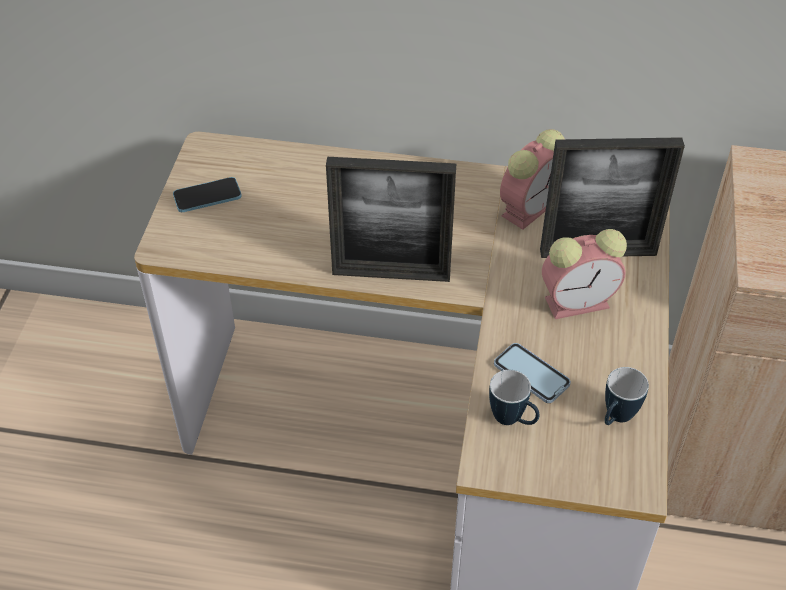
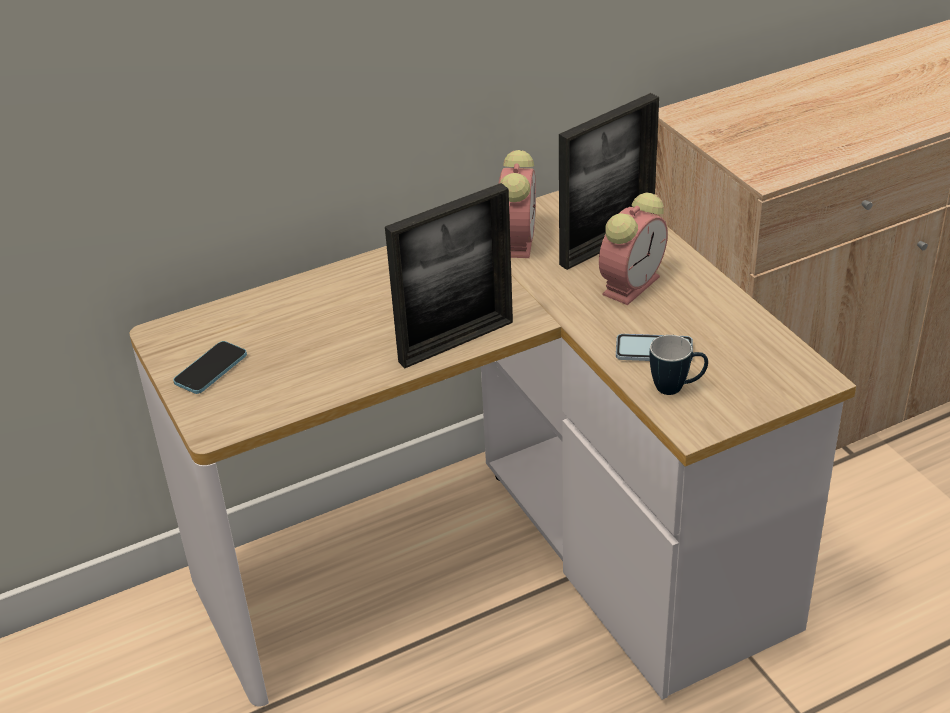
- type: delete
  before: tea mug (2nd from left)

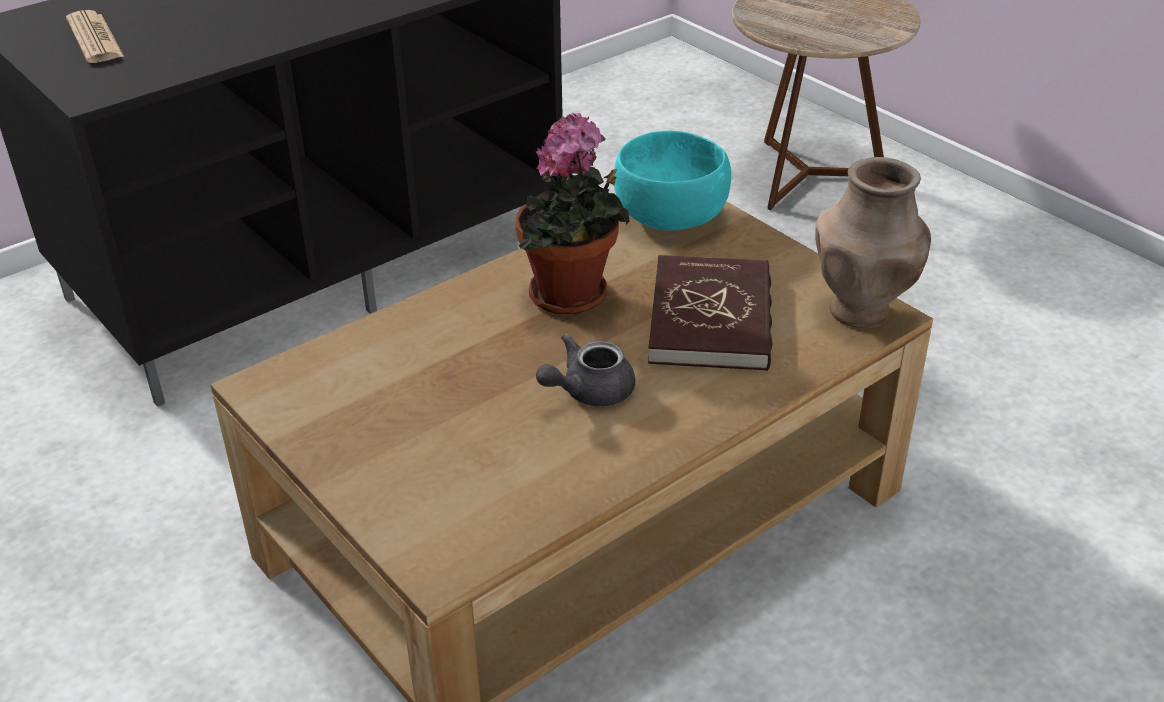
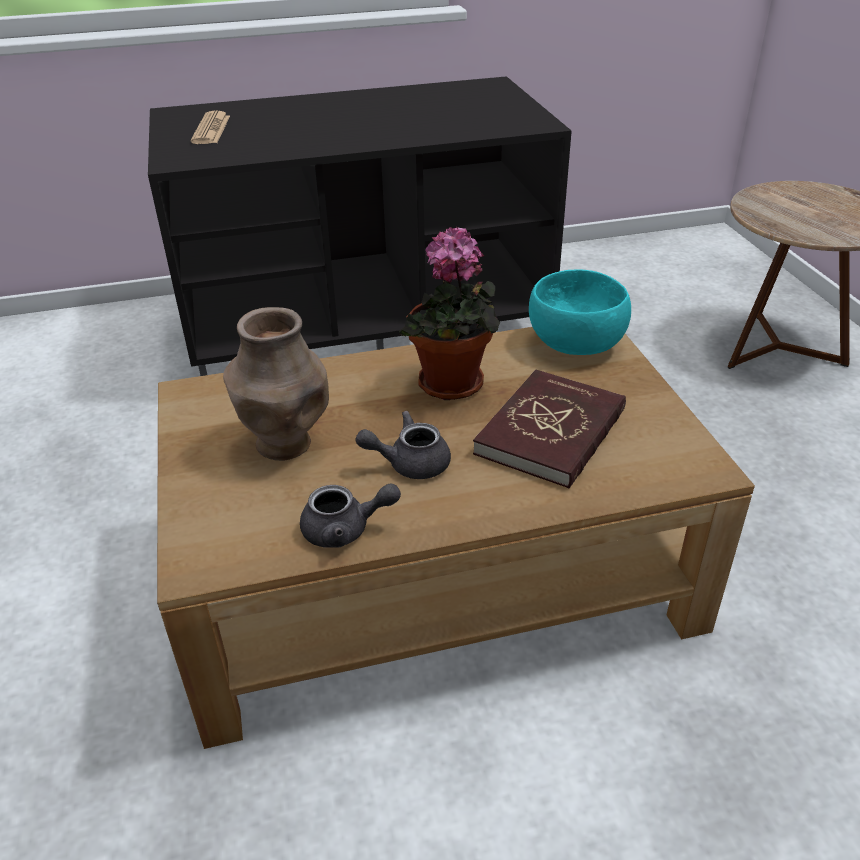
- type: move
  before: vase (brown)
- type: insert
  after: pot for tea (greyish) (1st from left)

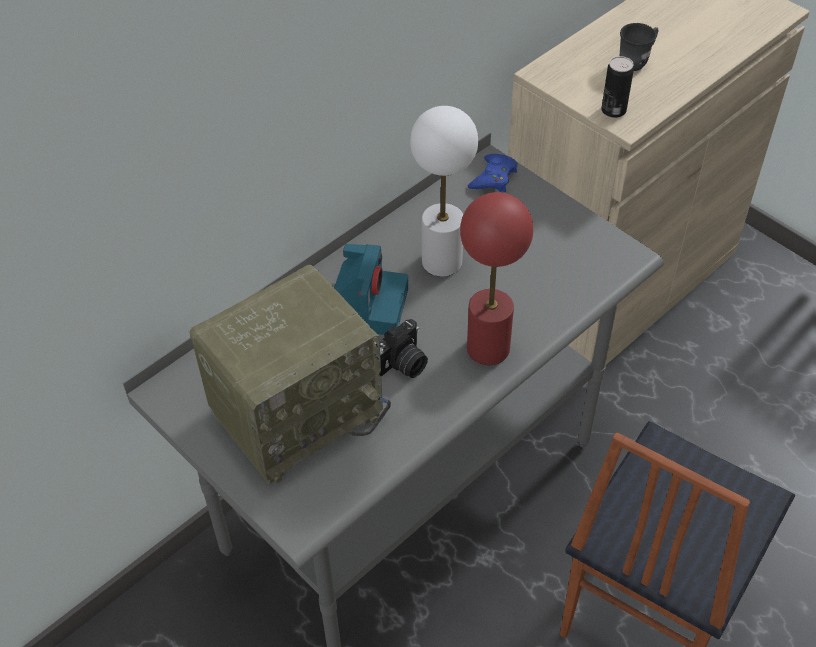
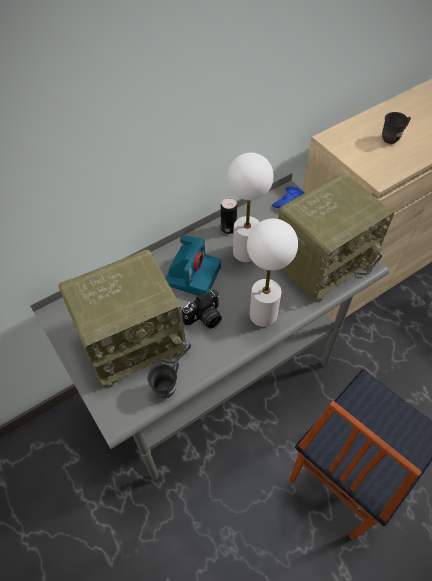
- type: move
  before: can
- type: recolor
  before: lamp for a table (red-coloured)
  after: lamp for a table (whitish) (2nd from left)
- type: insert
  after: radio set (2nd from left)
- type: insert
  after: tea mug (greyish) (1st from left)

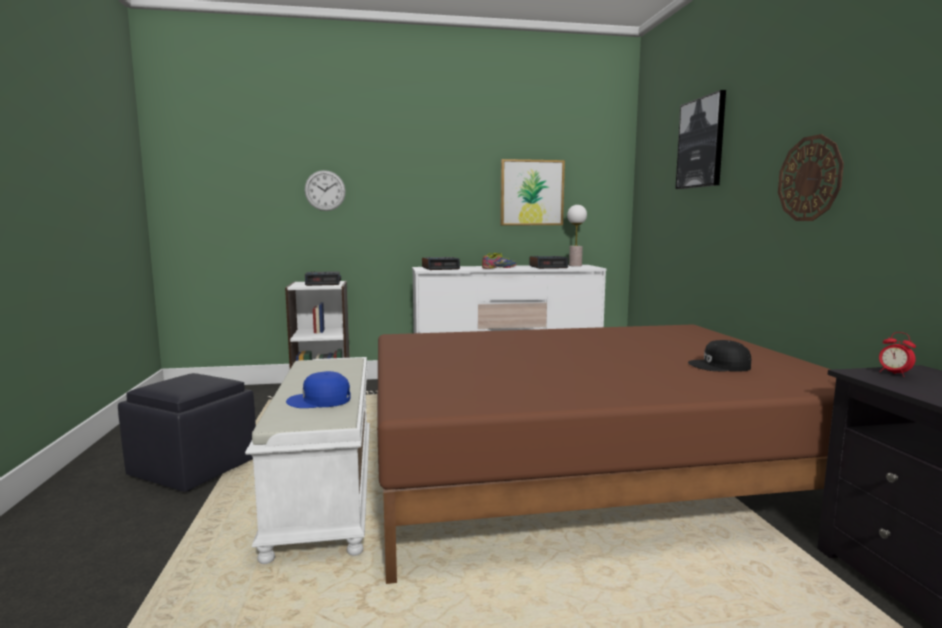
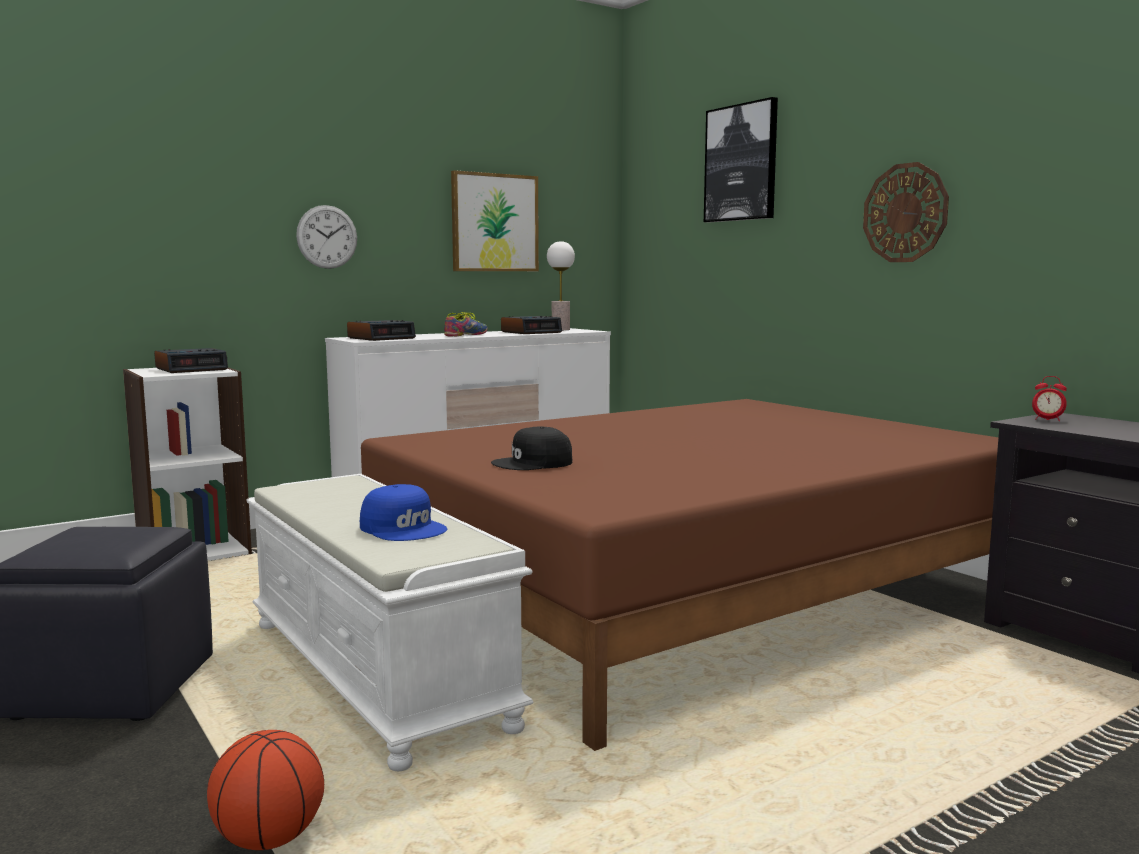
- type: move
  before: wall clock (1st from left)
- type: move
  before: peaked cap (black-coloured)
- type: rotate
  before: peaked cap (blue)
  turn: -105
- type: insert
  after: basketball

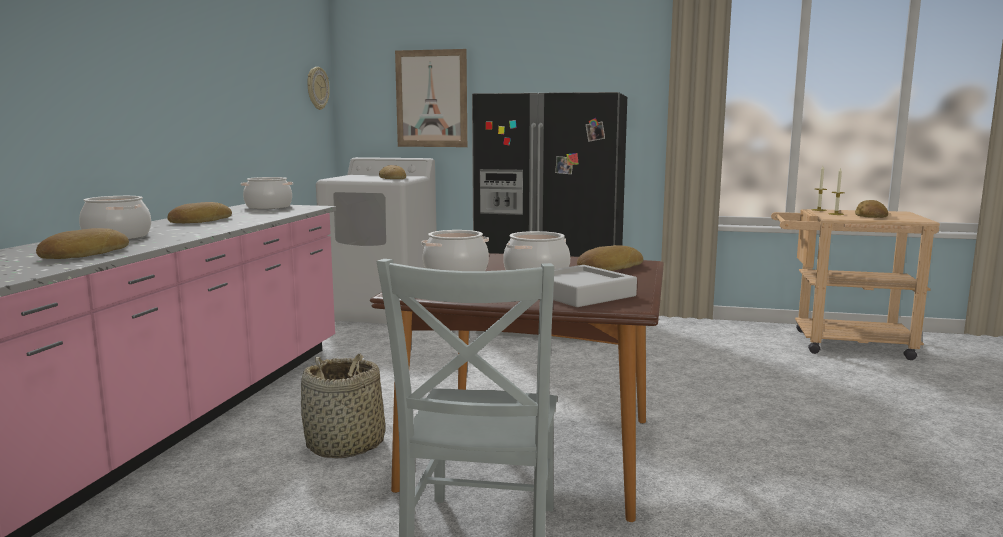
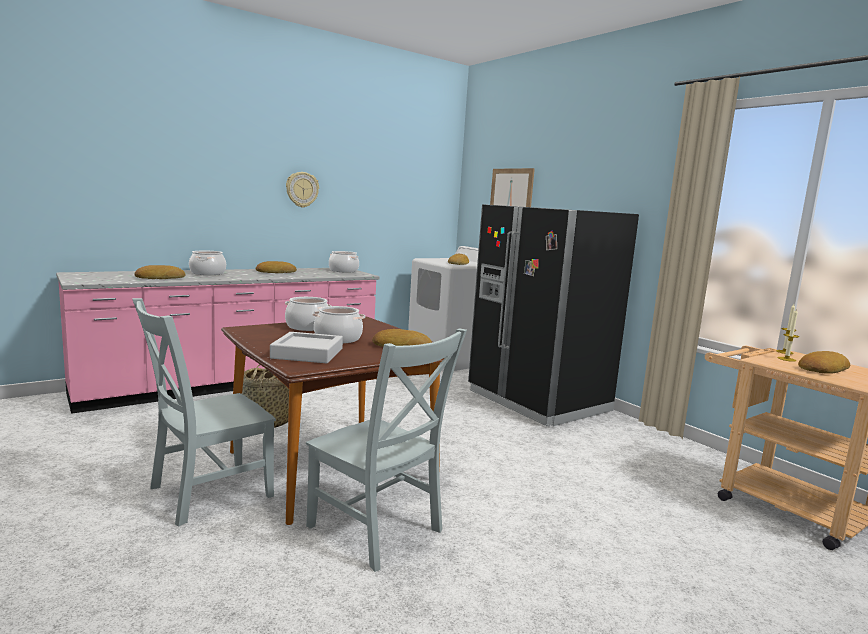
- type: move
  before: wall clock
- type: insert
  after: upright chair (greyish) (2nd from left)

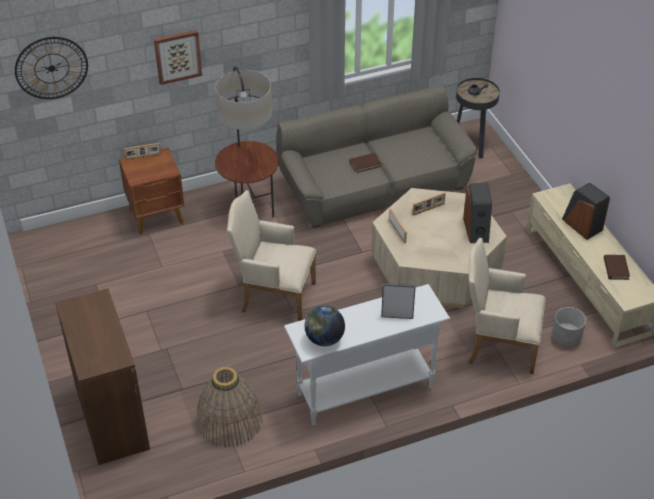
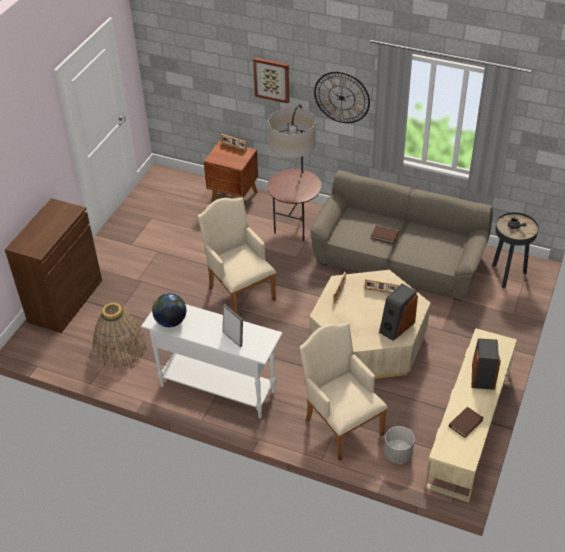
- type: move
  before: wall clock

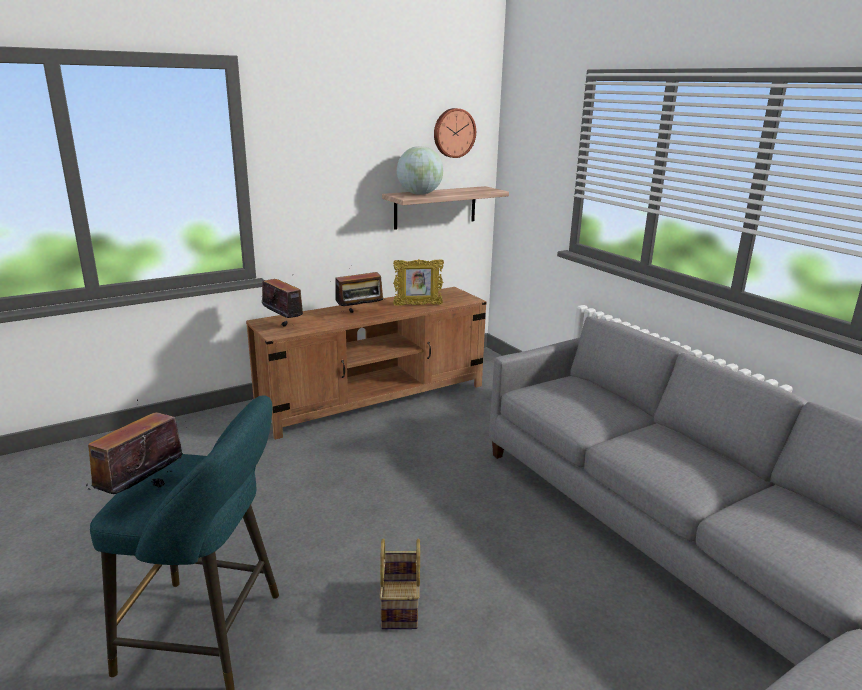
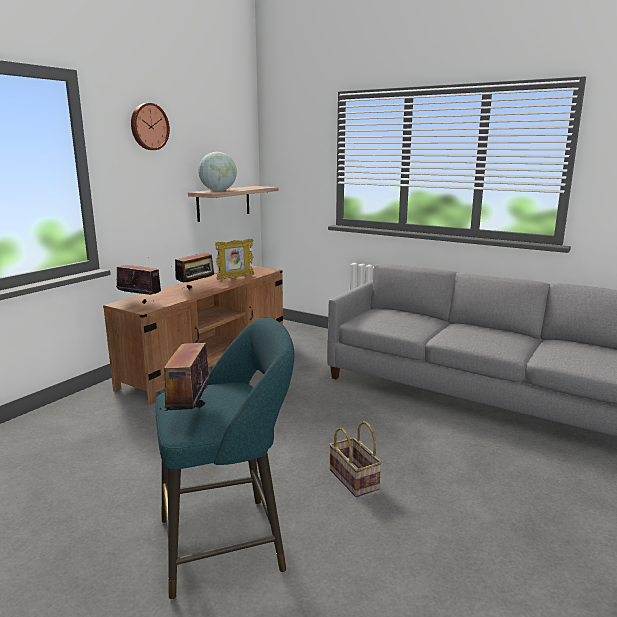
- type: move
  before: wall clock

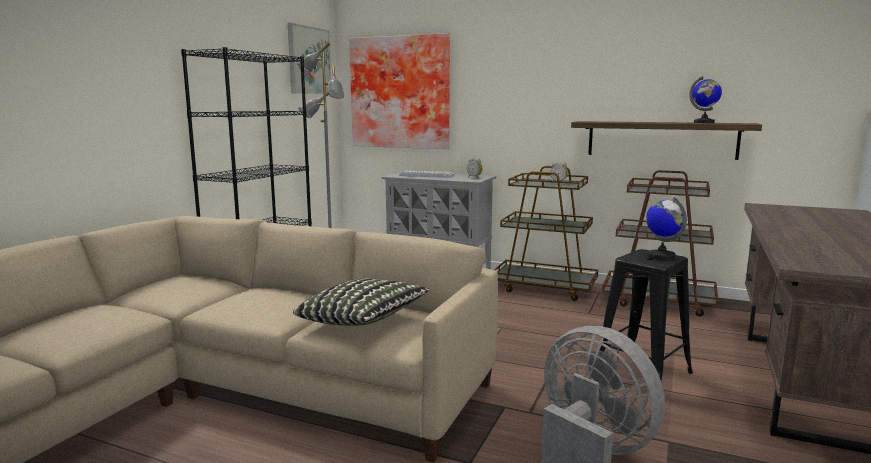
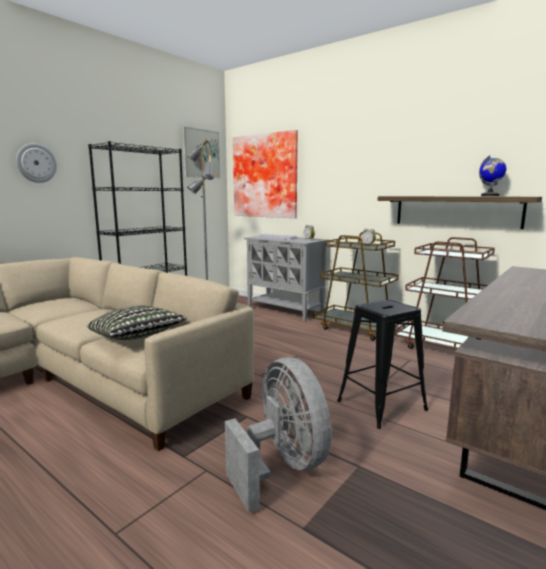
- type: delete
  before: globe (1st from left)
- type: insert
  after: wall clock

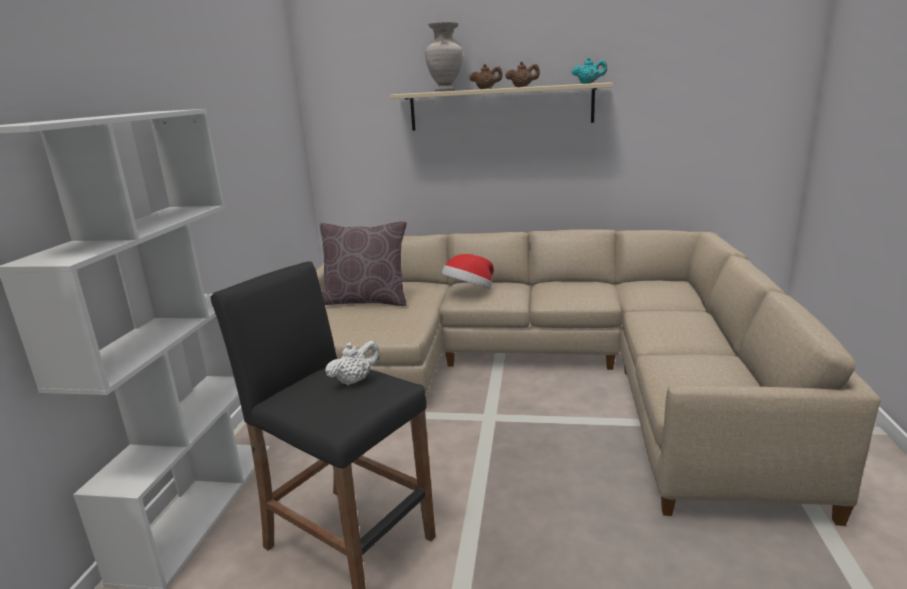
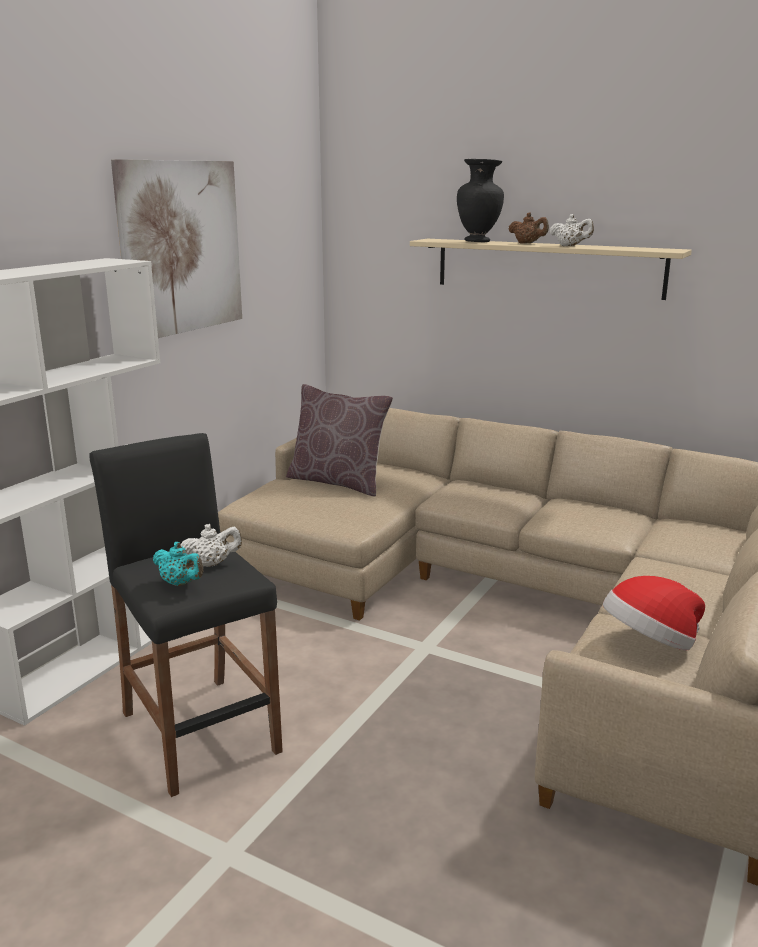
- type: recolor
  before: vase (sand-coloured)
  after: vase (black-coloured)
- type: move
  before: pot for tea (turquoise)
- type: recolor
  before: pot for tea (brown) (2nd from left)
  after: pot for tea (whitish) (2nd from left)
- type: move
  before: wearable hat
- type: insert
  after: wall art

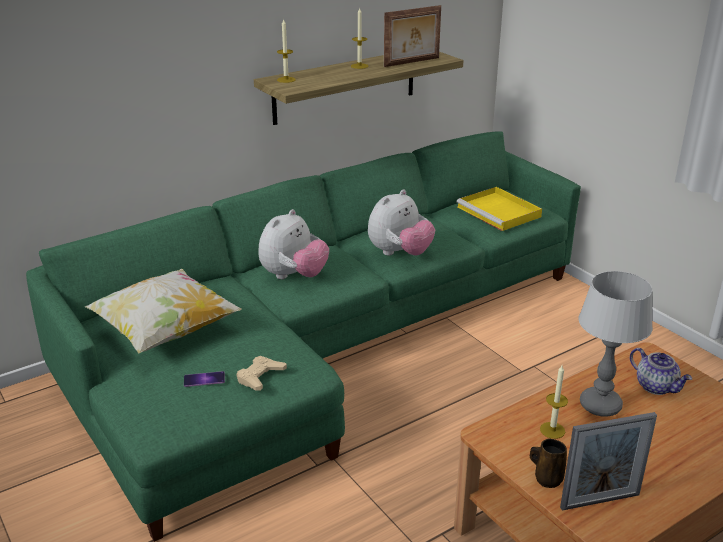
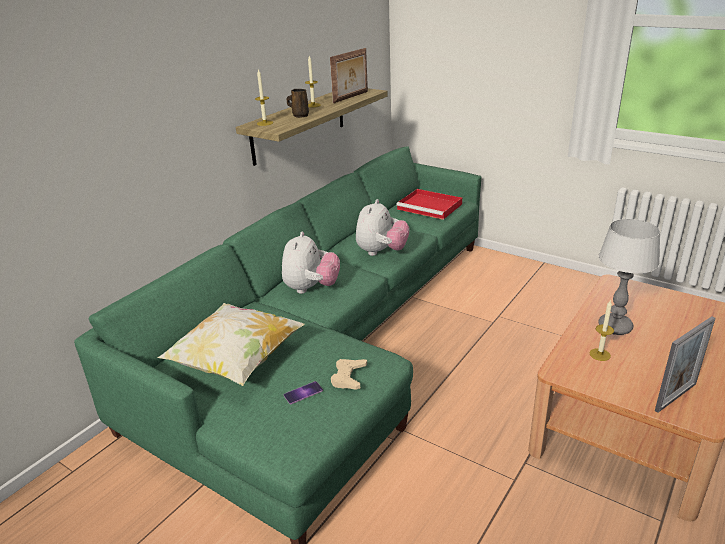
- type: recolor
  before: carrying tray (yellow)
  after: carrying tray (red-coloured)
- type: delete
  before: pot for tea
- type: move
  before: tea mug (brown)

